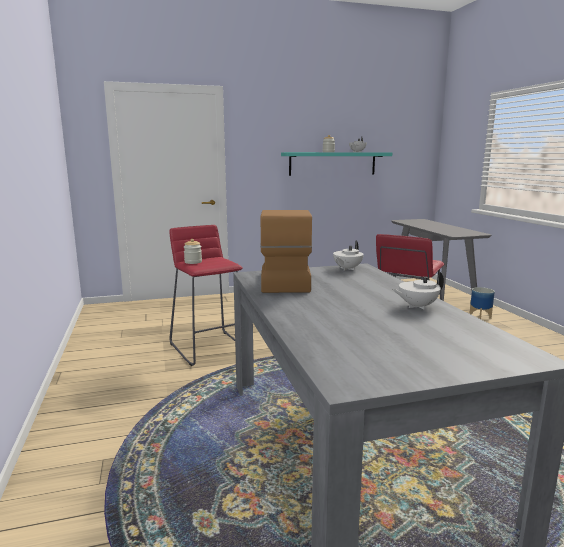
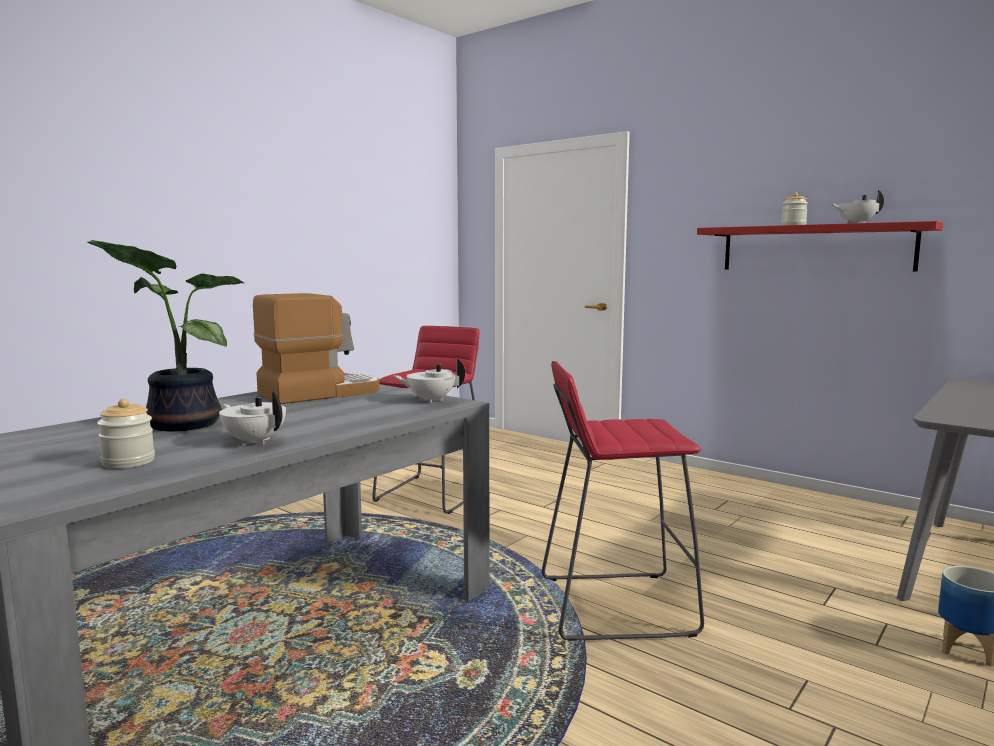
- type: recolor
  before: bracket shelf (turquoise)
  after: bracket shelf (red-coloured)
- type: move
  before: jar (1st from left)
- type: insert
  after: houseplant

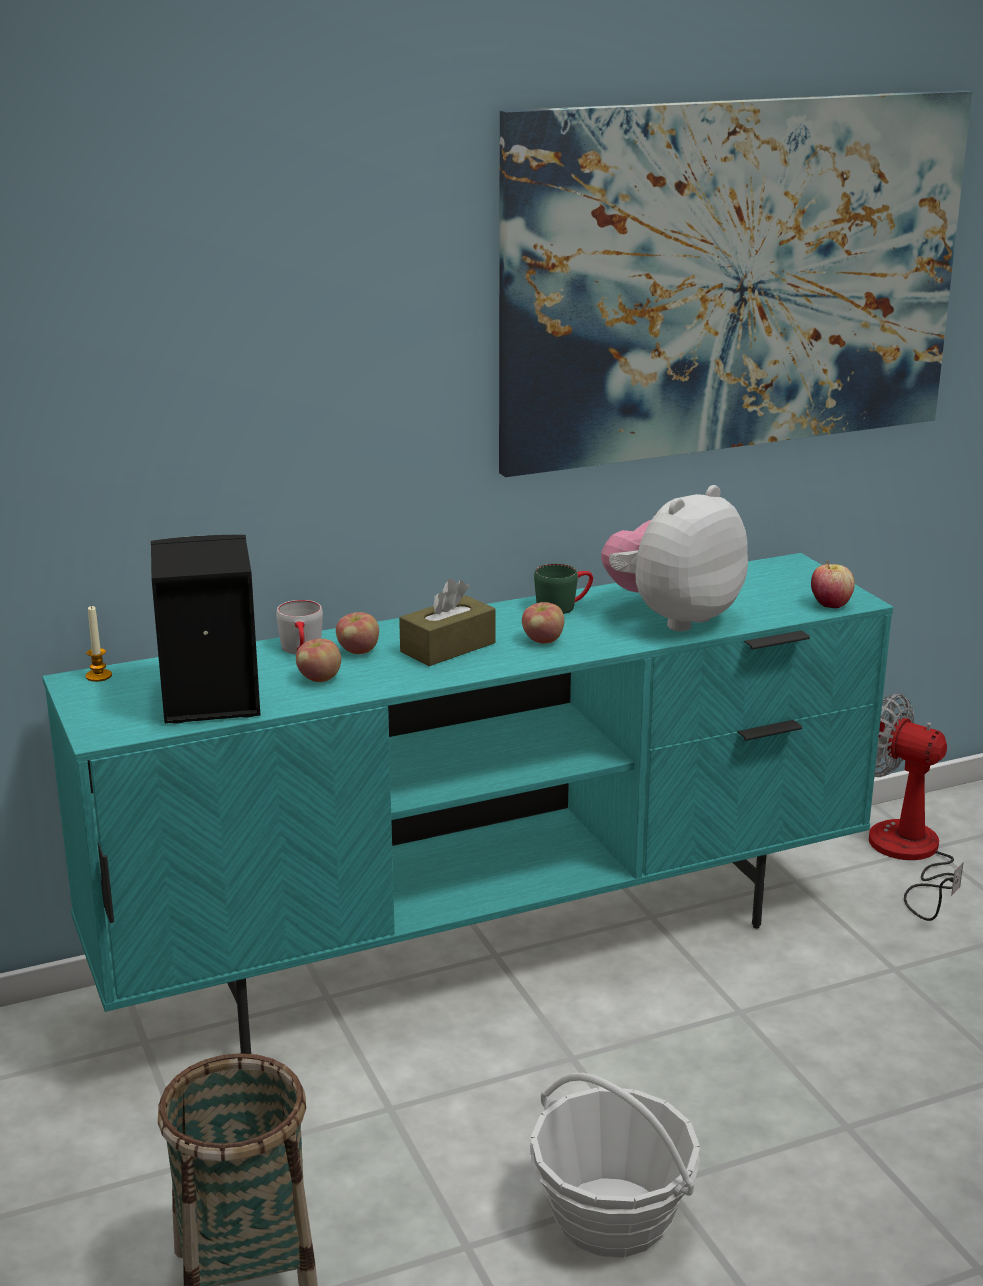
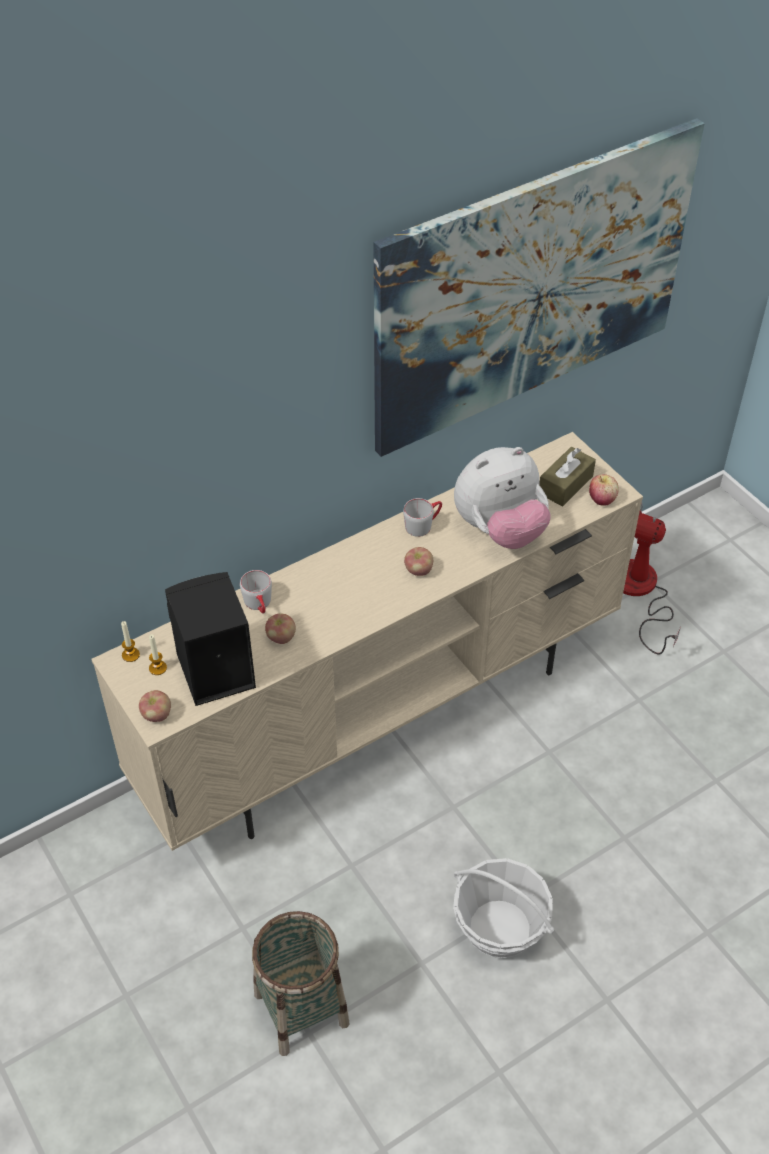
- type: rotate
  before: cuddly toy
  turn: -150
- type: recolor
  before: tv stand (turquoise)
  after: tv stand (sand-coloured)
- type: recolor
  before: tea mug (green)
  after: tea mug (greyish) (2nd from left)
- type: move
  before: tissue box (brown)
- type: move
  before: whole apple (2nd from left in the first image)
  after: whole apple (1st from left)
- type: insert
  after: wax light (2nd from left)

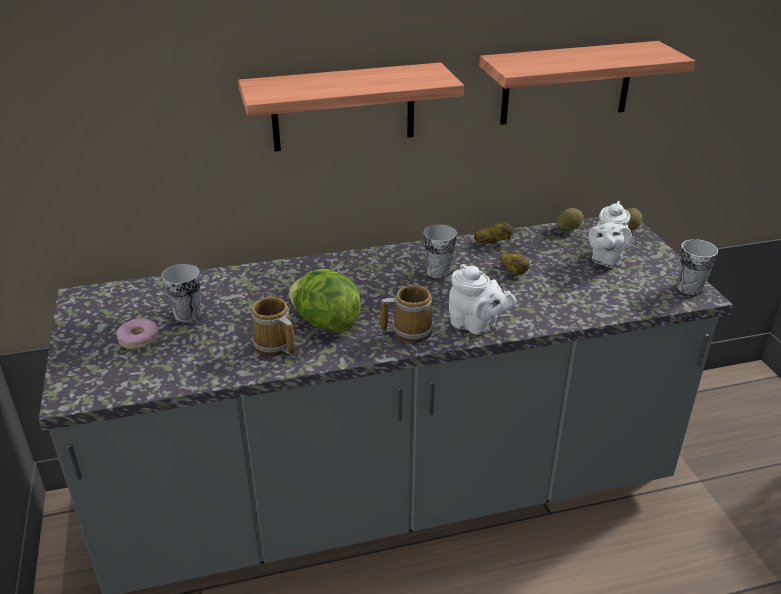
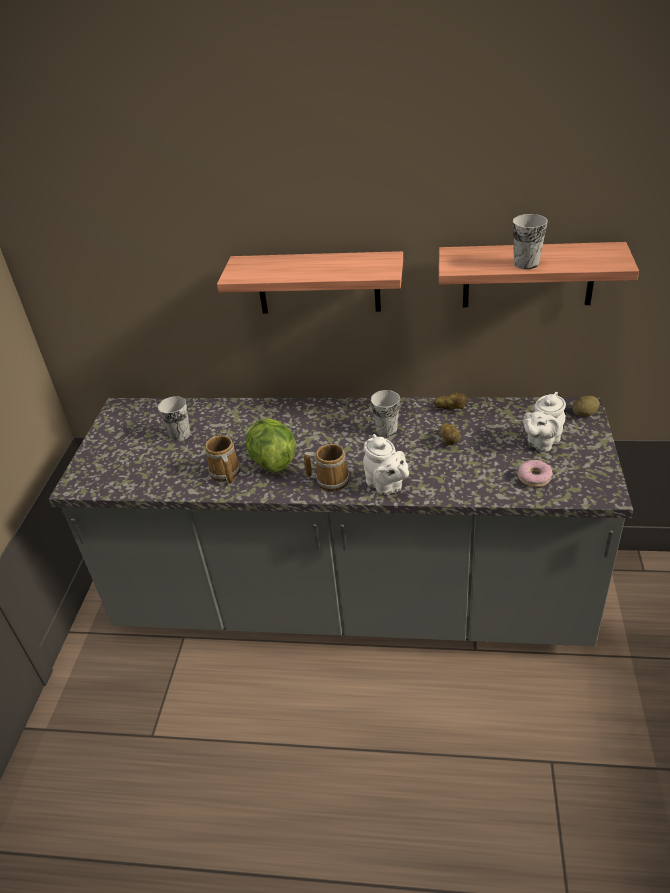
- type: delete
  before: whole potato (3rd from left)
- type: move
  before: cup (3rd from left)
- type: move
  before: doughnut

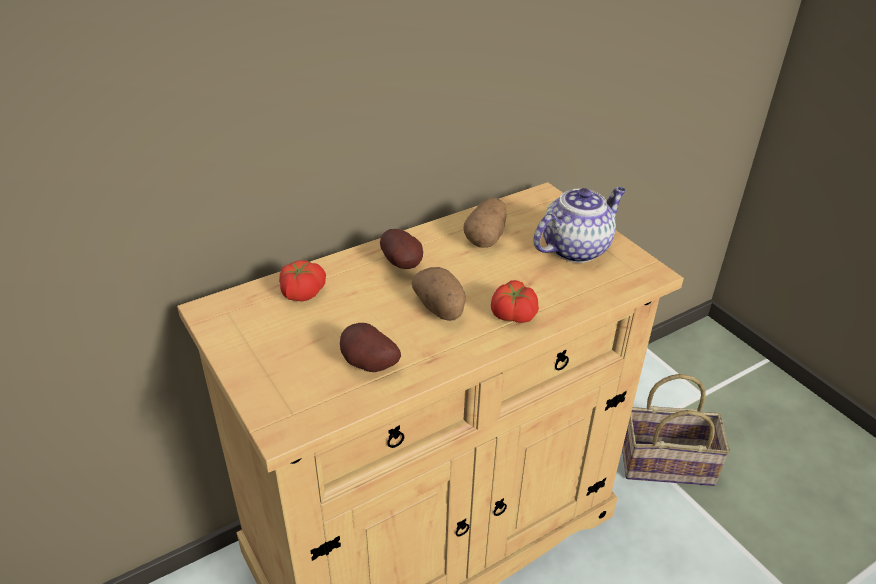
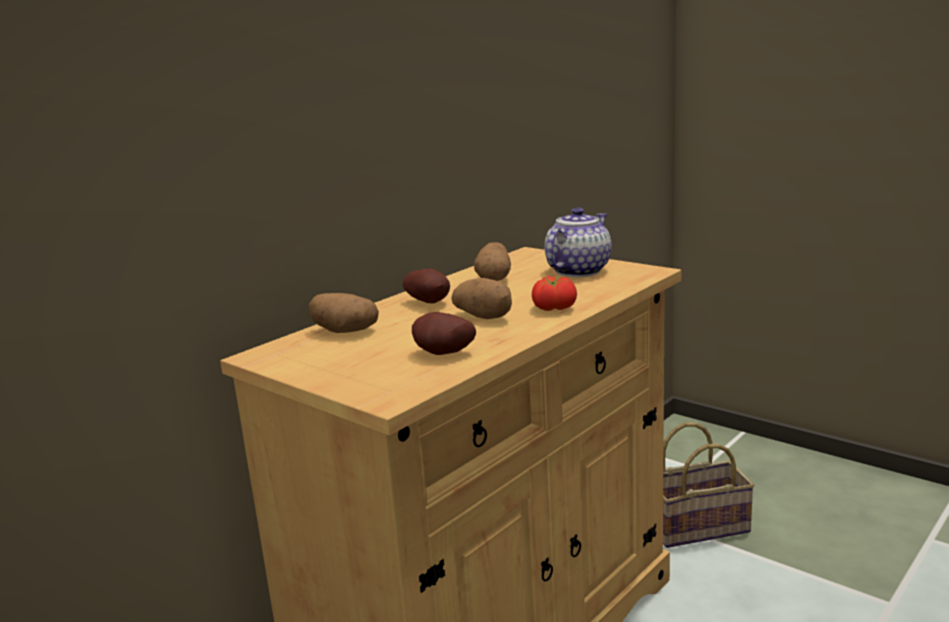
- type: replace
  before: whole tomato (1st from left)
  after: whole potato (1st from left)

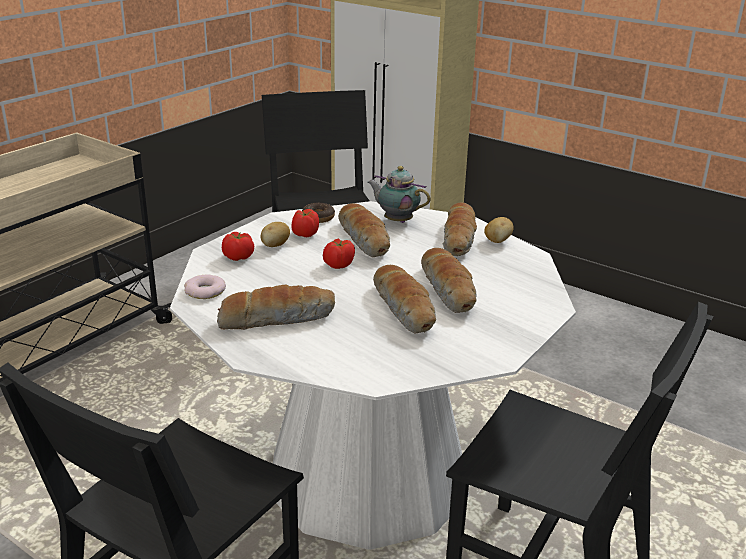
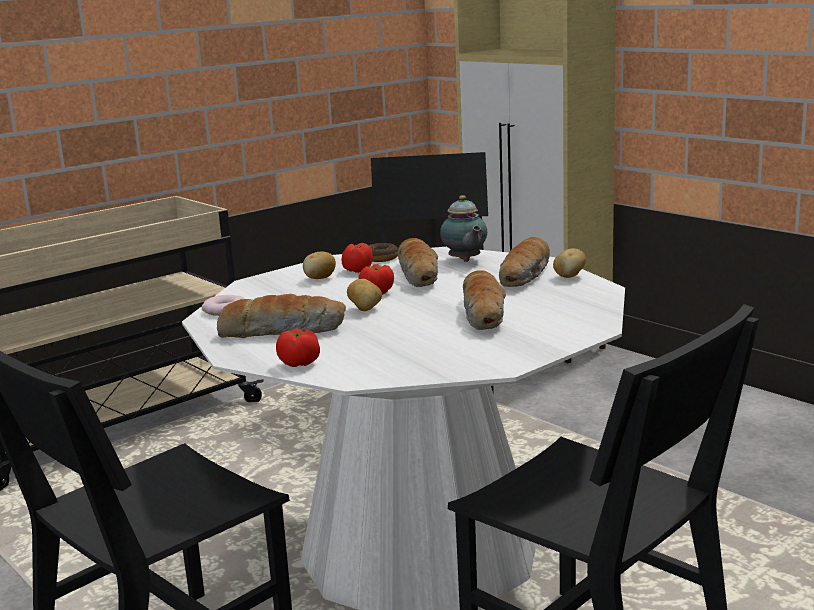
- type: rotate
  before: pot for tea
  turn: -150
- type: move
  before: whole tomato (1st from left)
- type: delete
  before: bread (3rd from left)
- type: insert
  after: whole potato (2nd from left)

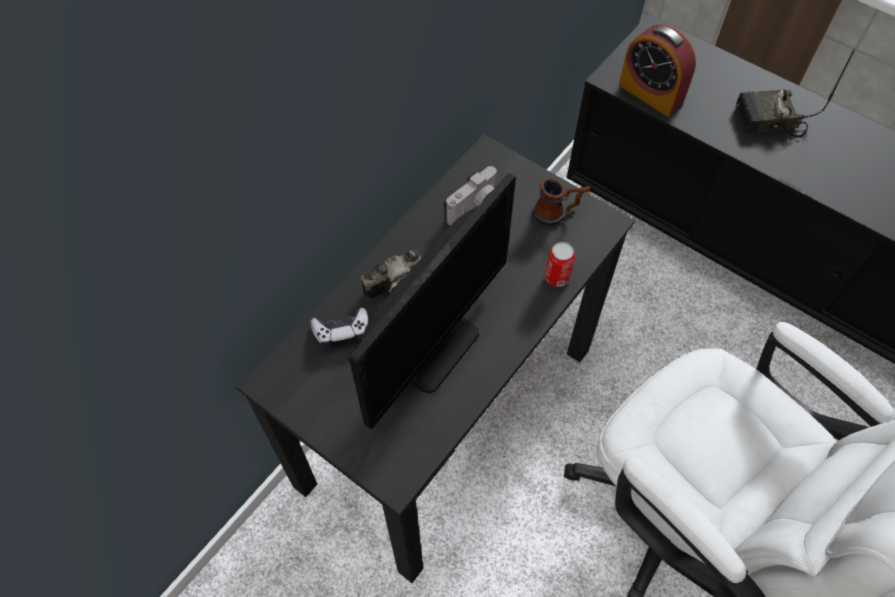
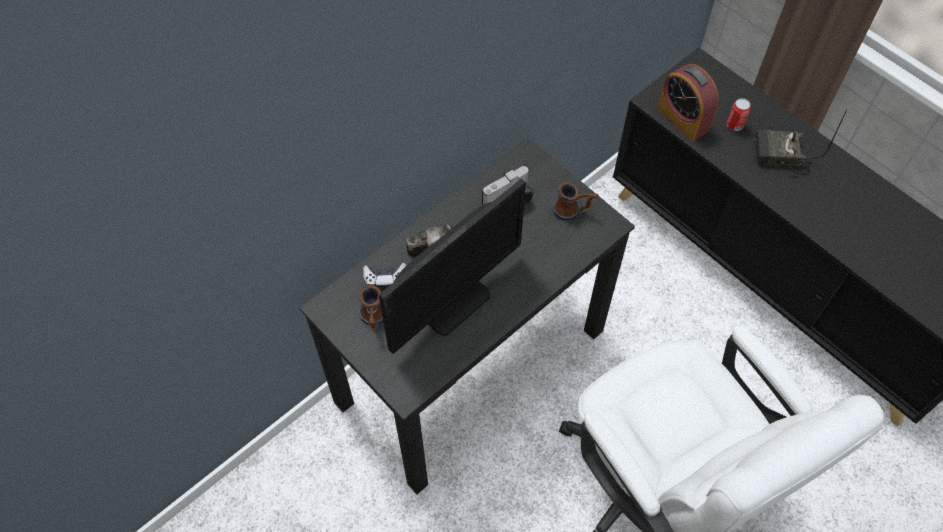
- type: move
  before: can
- type: insert
  after: tea mug (1st from left)

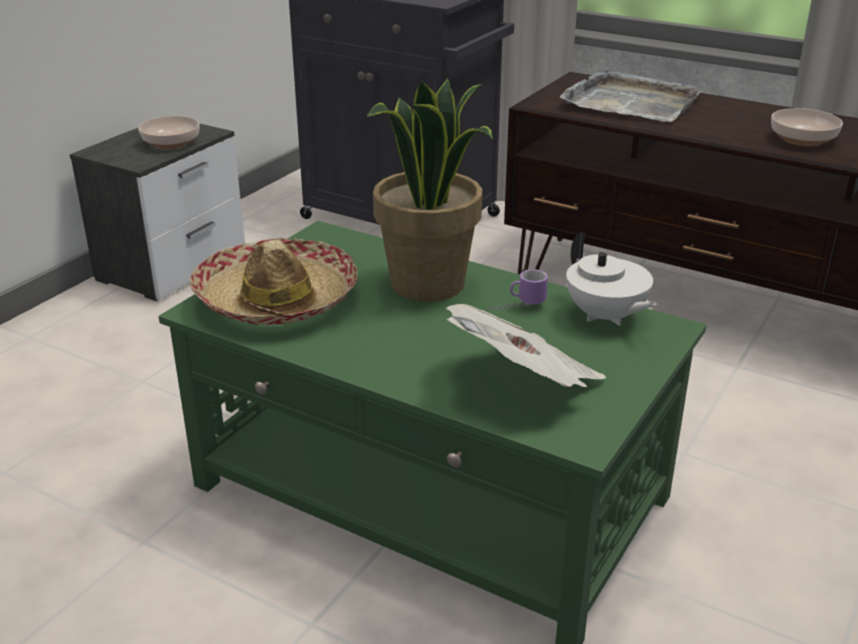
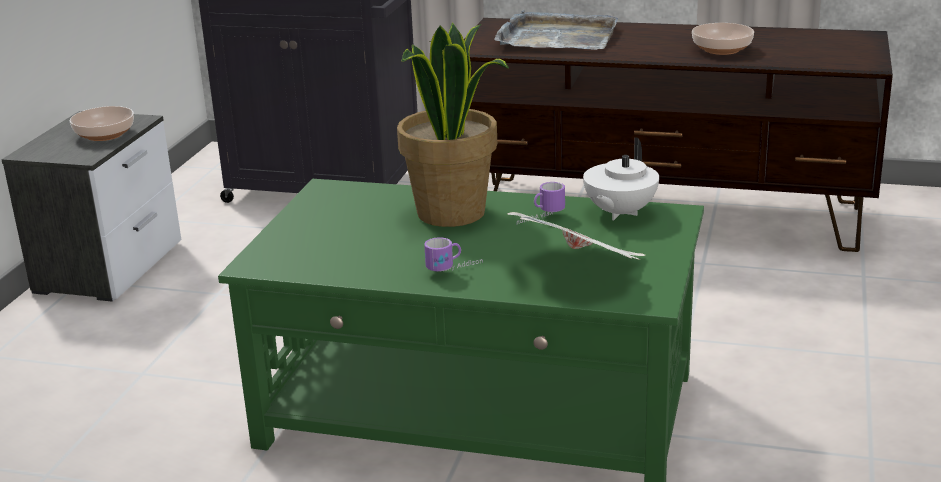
- type: rotate
  before: pot for tea (whitish)
  turn: 75
- type: delete
  before: wearable hat
- type: insert
  after: tea mug (1st from left)

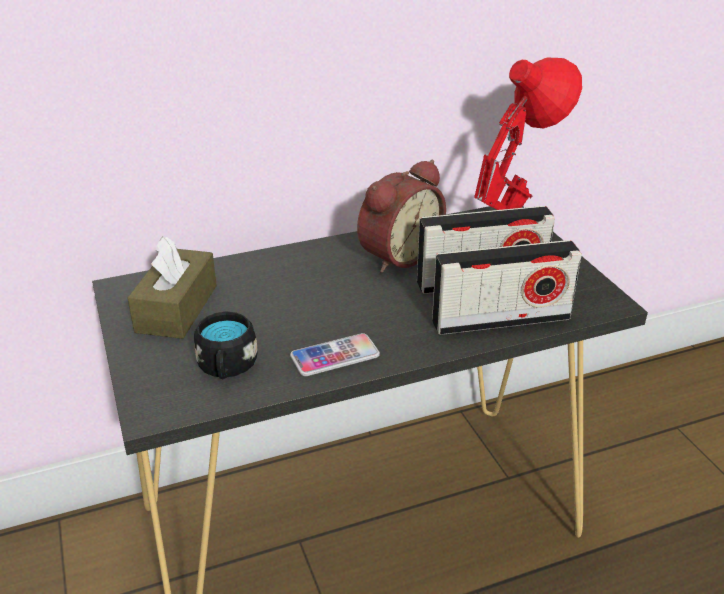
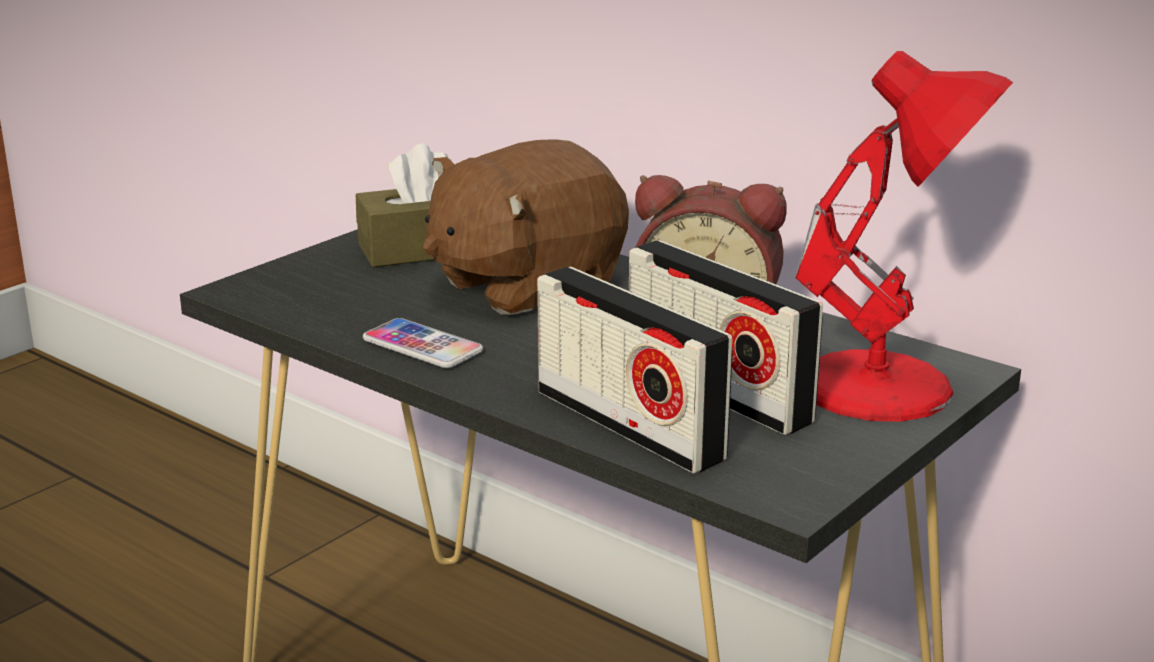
- type: delete
  before: tea mug (black-coloured)
- type: insert
  after: cuddly toy (brown)

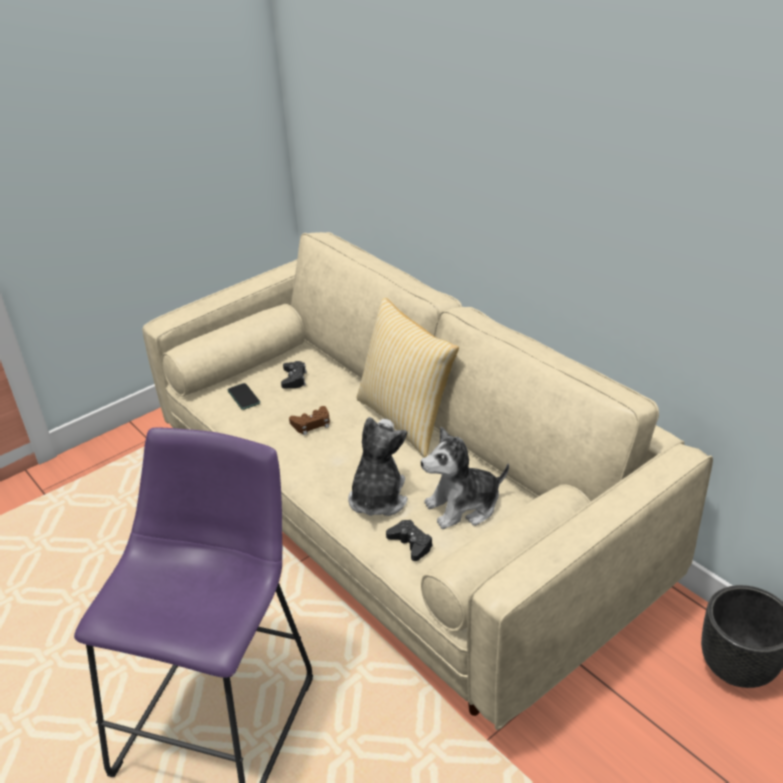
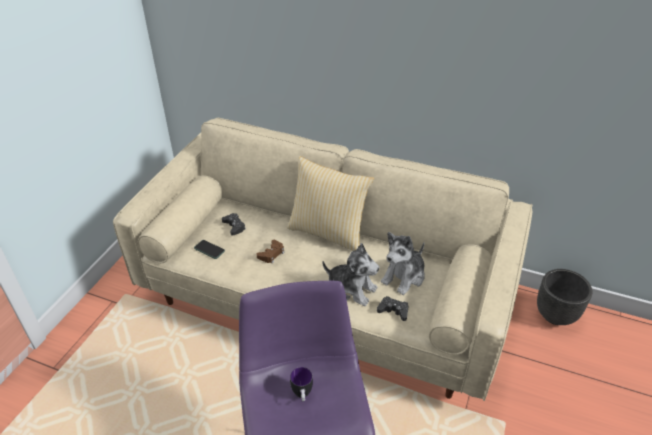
- type: rotate
  before: cuddly toy (1st from left)
  turn: 135
- type: insert
  after: tea mug

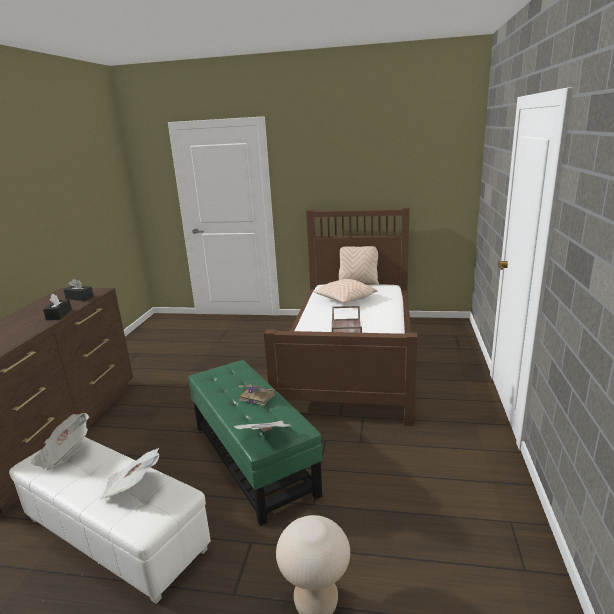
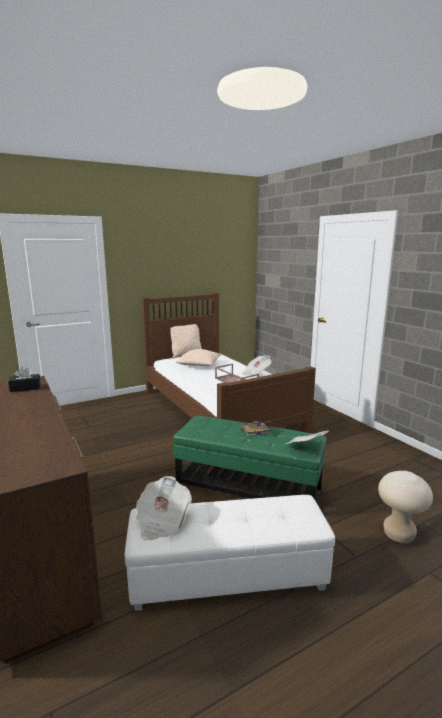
- type: delete
  before: tissue box (black-coloured) (1st from left)
- type: move
  before: daily paper (2nd from left)

